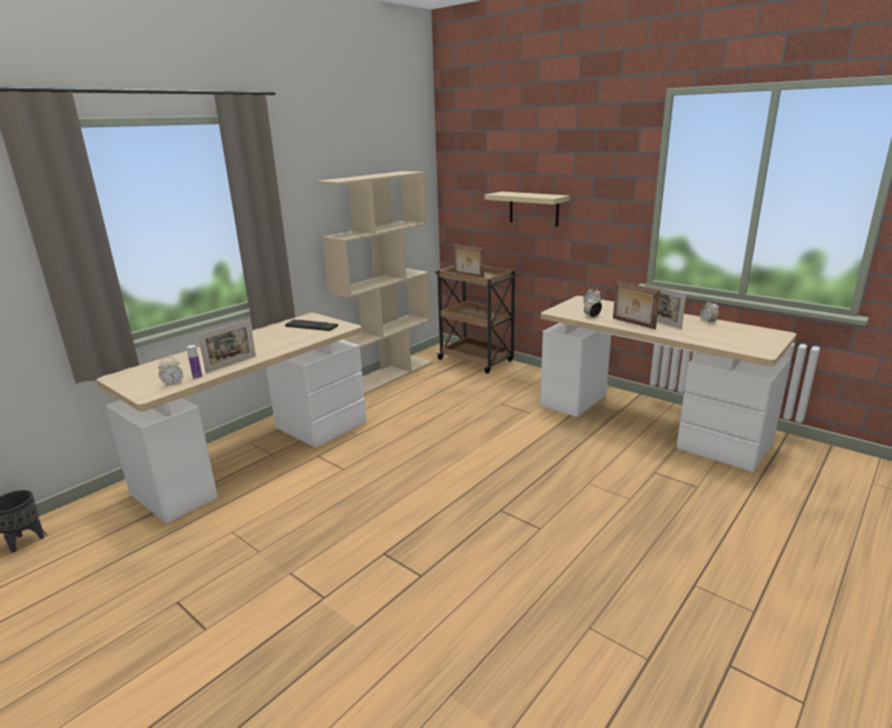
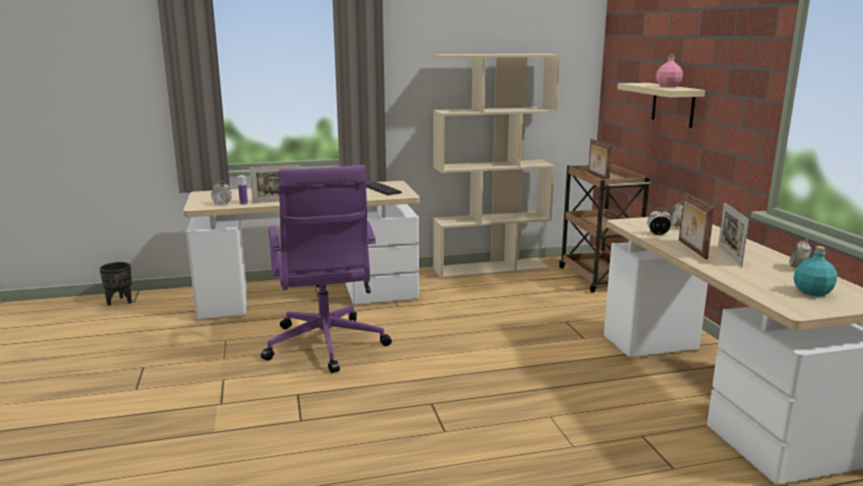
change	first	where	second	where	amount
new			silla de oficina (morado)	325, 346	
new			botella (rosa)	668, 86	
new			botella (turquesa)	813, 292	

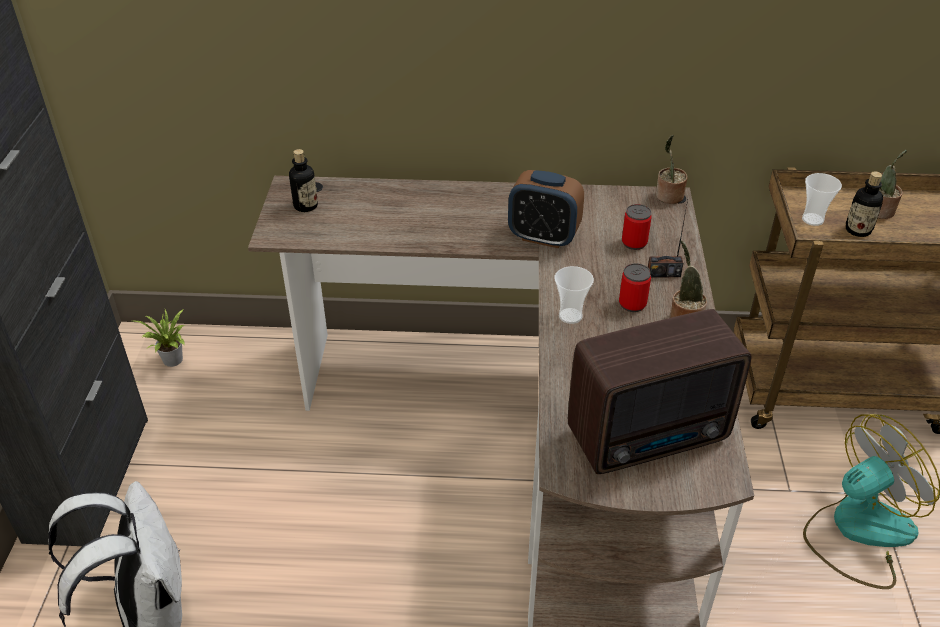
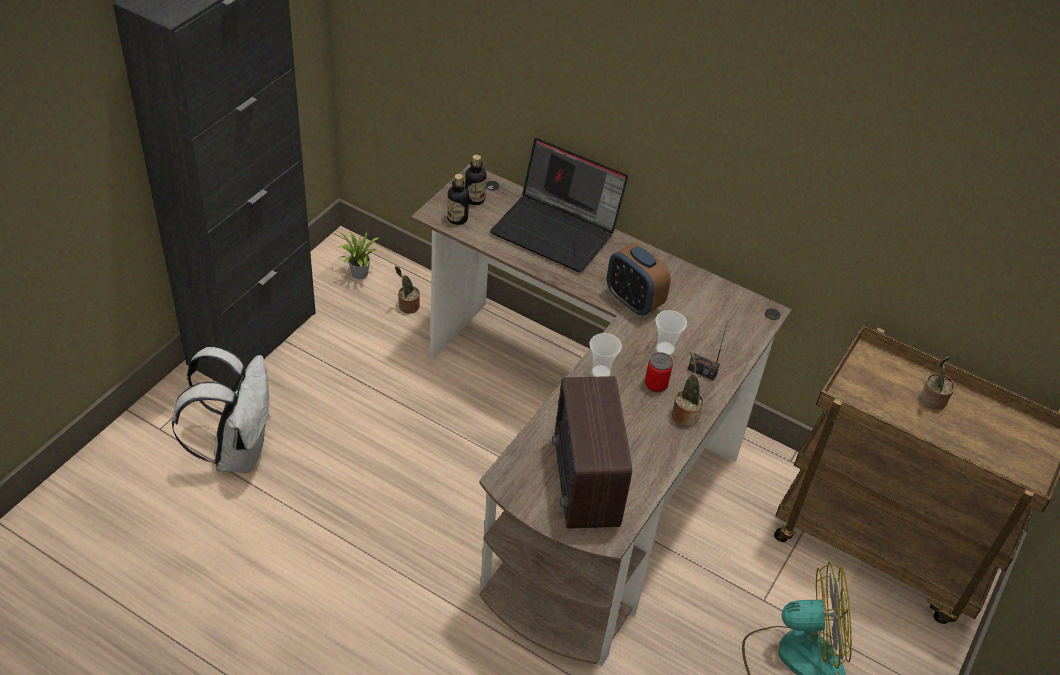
change	first	where	second	where	amount
rotated	radio	652, 437		584, 485	75 degrees clockwise
gone	lata	634, 243			
shifted	planta en maceta	668, 197		407, 306	
shifted	taza	812, 219		665, 349	
shifted	botella	858, 230		457, 218	
new			portátil	557, 230	

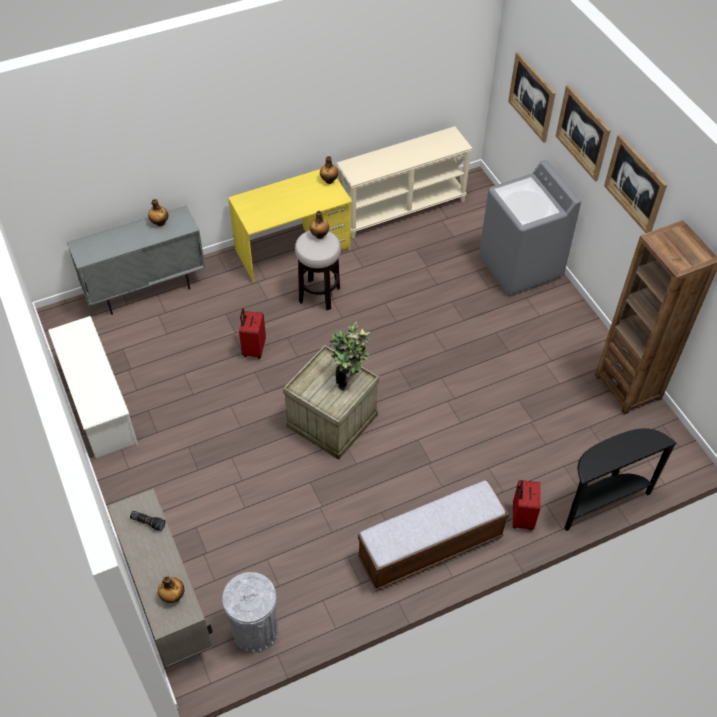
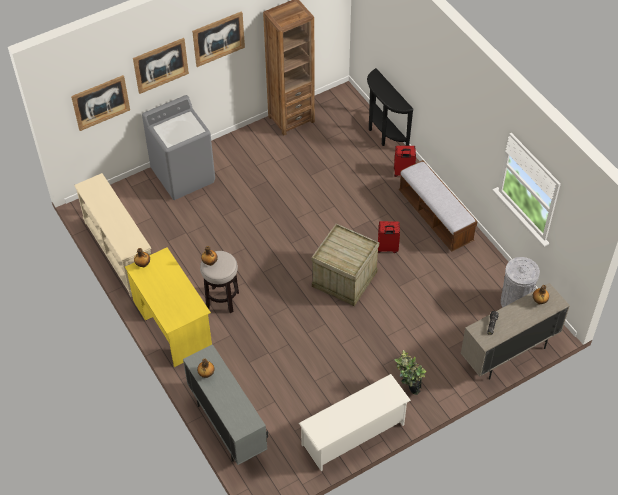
change	first	where	second	where	amount
shifted	maleta (rojo)	253, 349		387, 248	
shifted	planta en maceta	349, 379		408, 388	

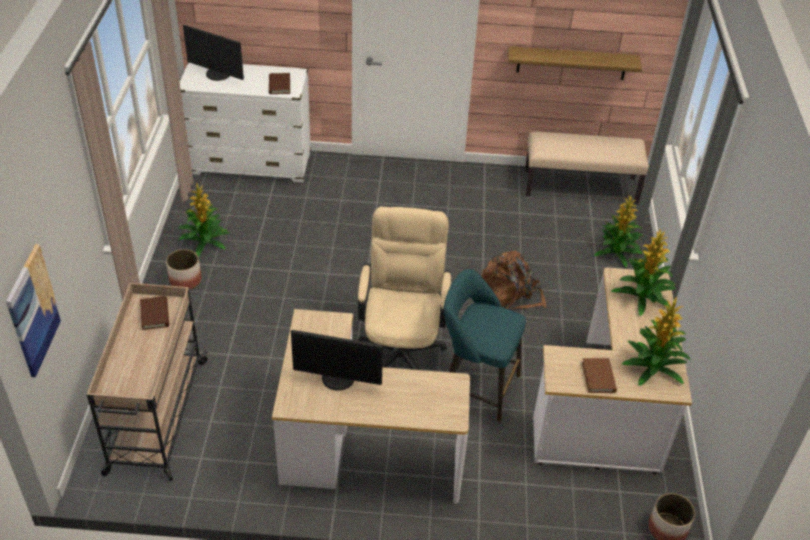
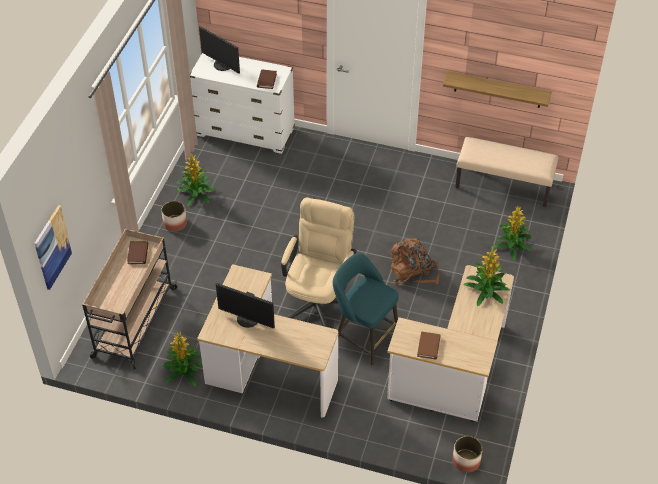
change	first	where	second	where	amount
shifted	planta en maceta	652, 366		184, 371	

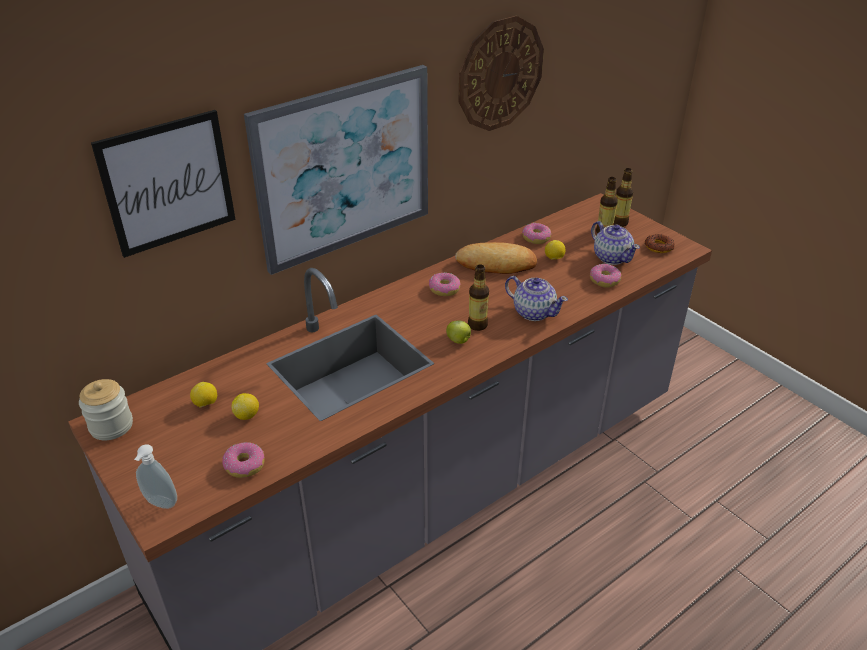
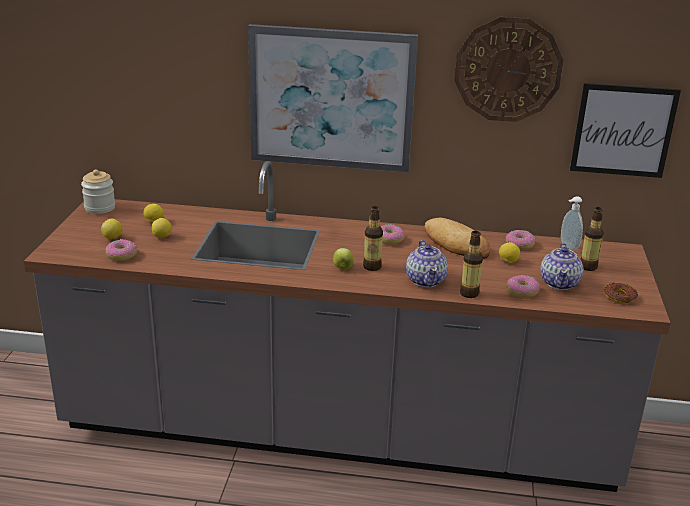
change	first	where	second	where	amount
shifted	cuadro	168, 183		623, 130	
shifted	dispensador de jabón	160, 504		567, 246	
shifted	botella	619, 223		469, 293	
new			limón	113, 237	

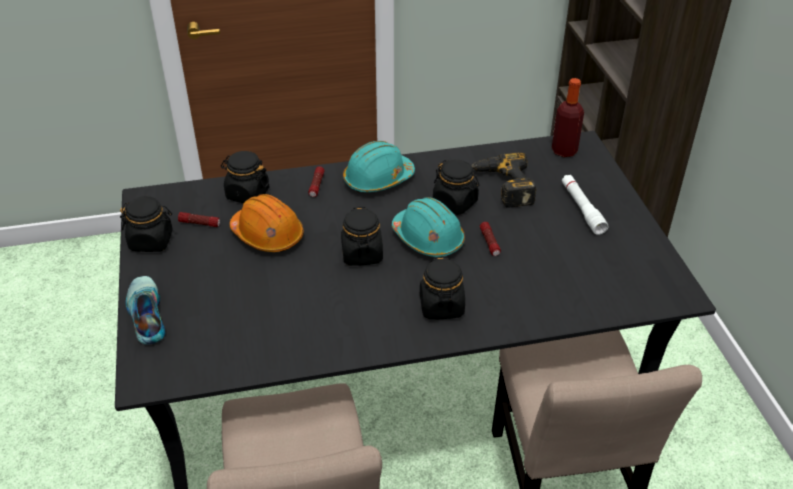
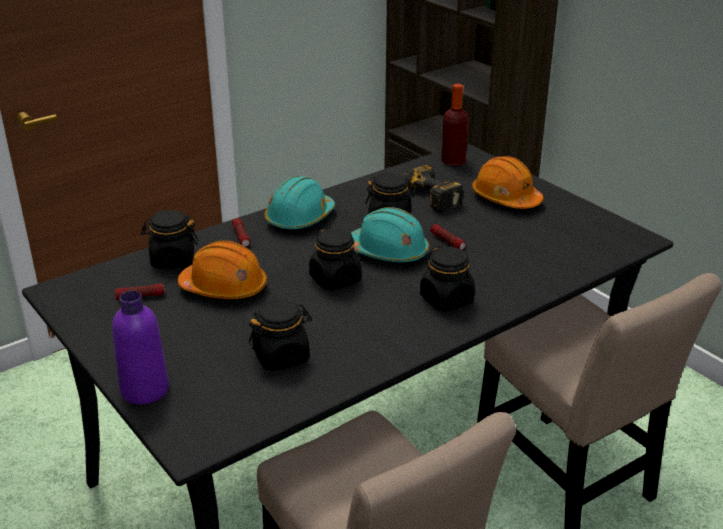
change	first	where	second	where	amount
shifted	tarro (negro)	151, 241		281, 356	
swapped	zapato	145, 315	botella (morado)	144, 390	
swapped	linterna (blanco)	582, 209	casco (naranja)	505, 198	

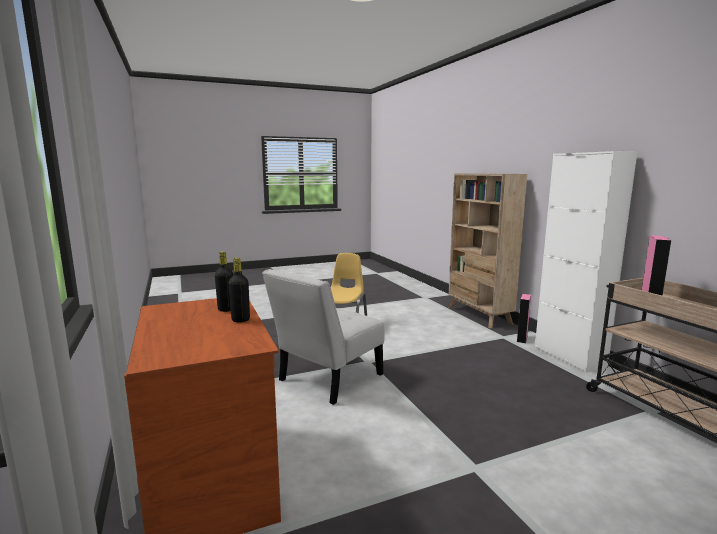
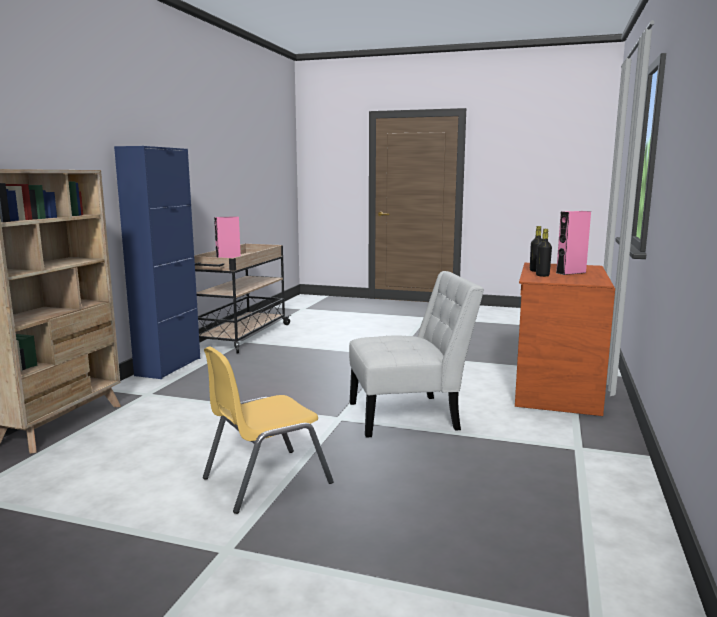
change	first	where	second	where	amount
shifted	altavoz (rosa)	522, 338		571, 273	
repainted	armario (blanco)	569, 356	armario (azul)	168, 367	

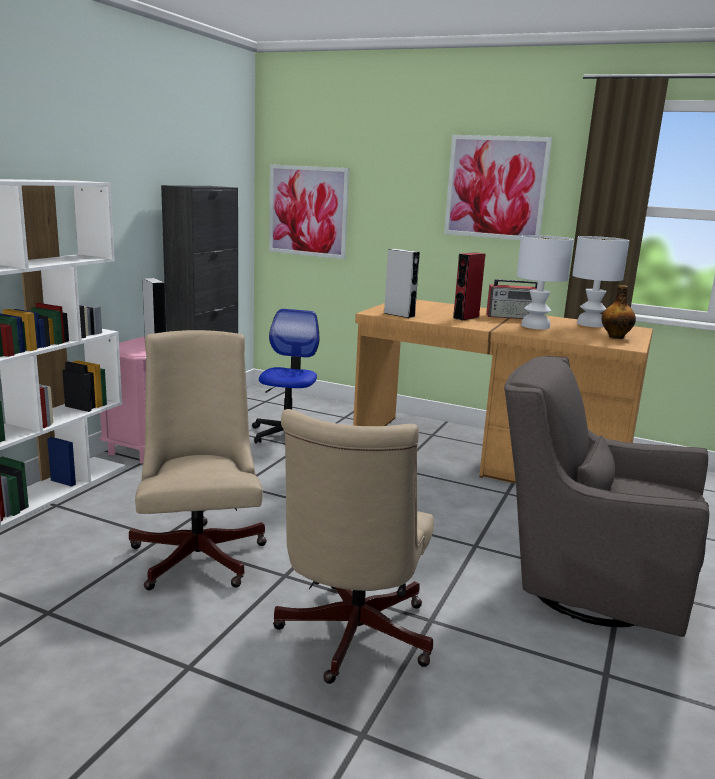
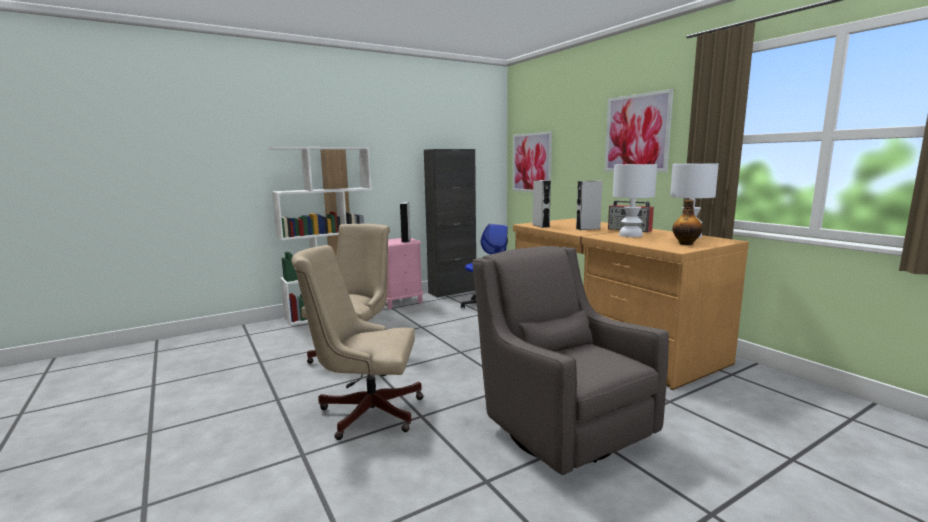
change	first	where	second	where	amount
rotated	silla de oficina (beis)	351, 639		365, 411	45 degrees clockwise
repainted	altavoz (rojo)	466, 317	altavoz (gris)	588, 229	

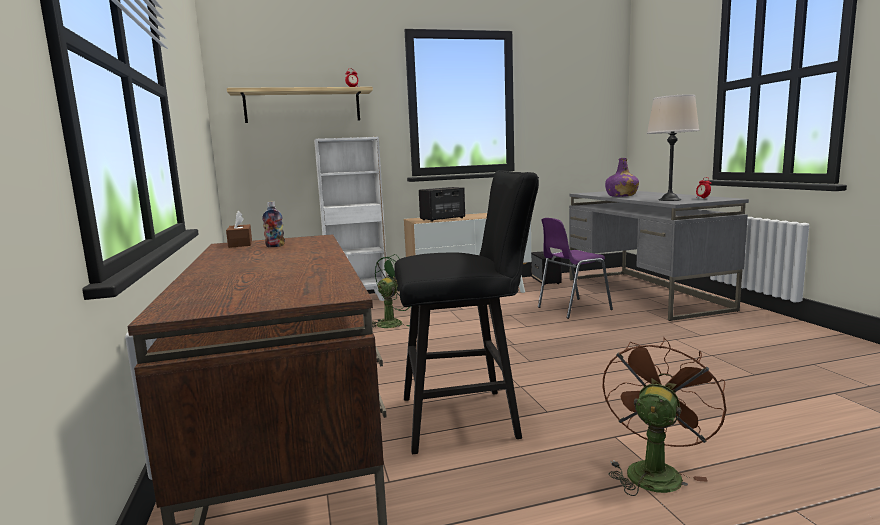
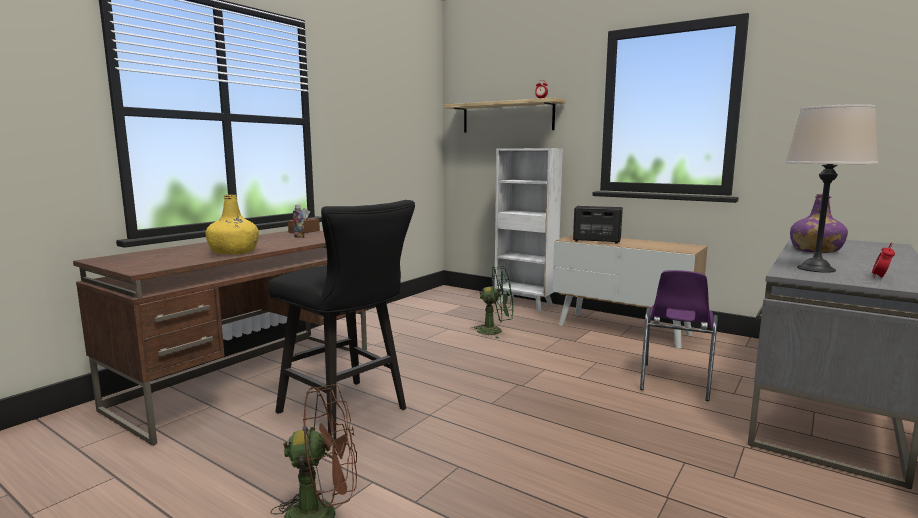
change	first	where	second	where	amount
gone	altavoz	546, 281			
rotated	silla (morado)	572, 308		674, 382	90 degrees counterclockwise
new			botella (amarillo)	234, 252	

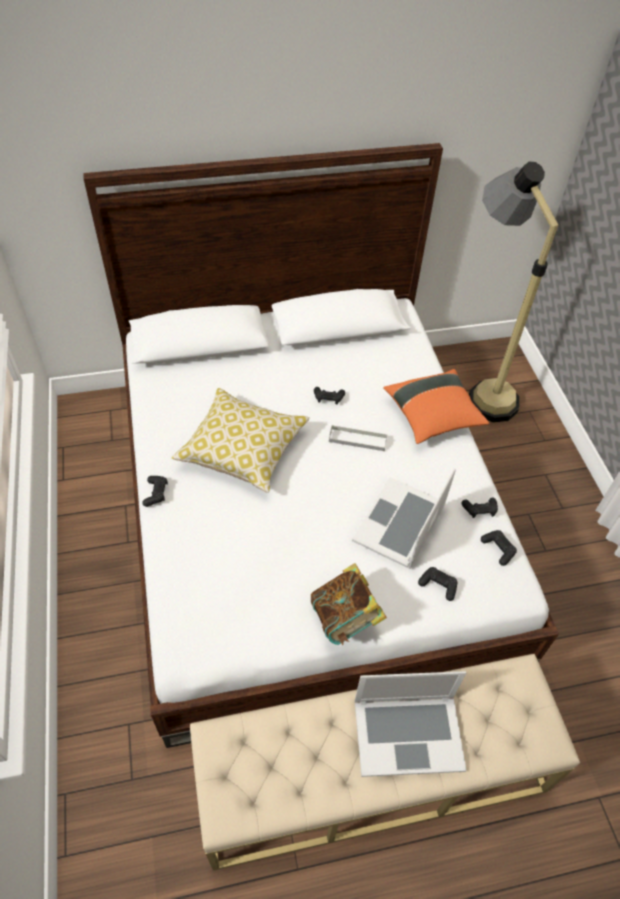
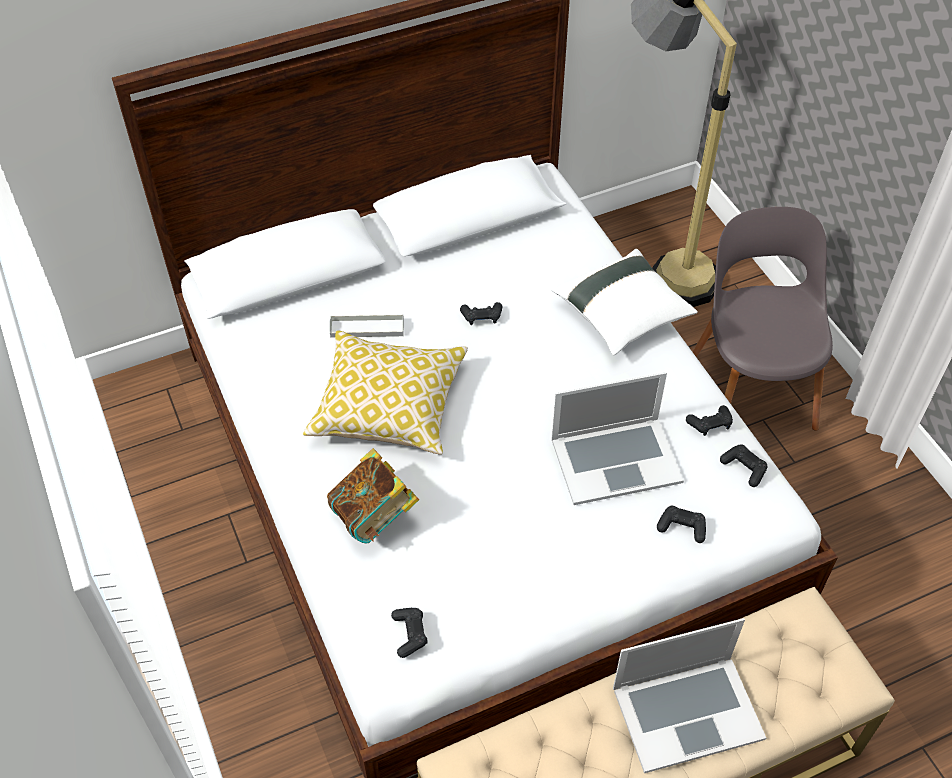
change	first	where	second	where	amount
shifted	mando de consola (negro)	156, 493		410, 634	
shifted	libro	345, 618		374, 516	
shifted	bandeja (gris)	357, 439		367, 328	
rotated	portátil	400, 522		615, 459	120 degrees counterclockwise
repainted	cojín (naranja)	433, 416	cojín (blanco)	622, 315	
new			silla (gris)	752, 385	

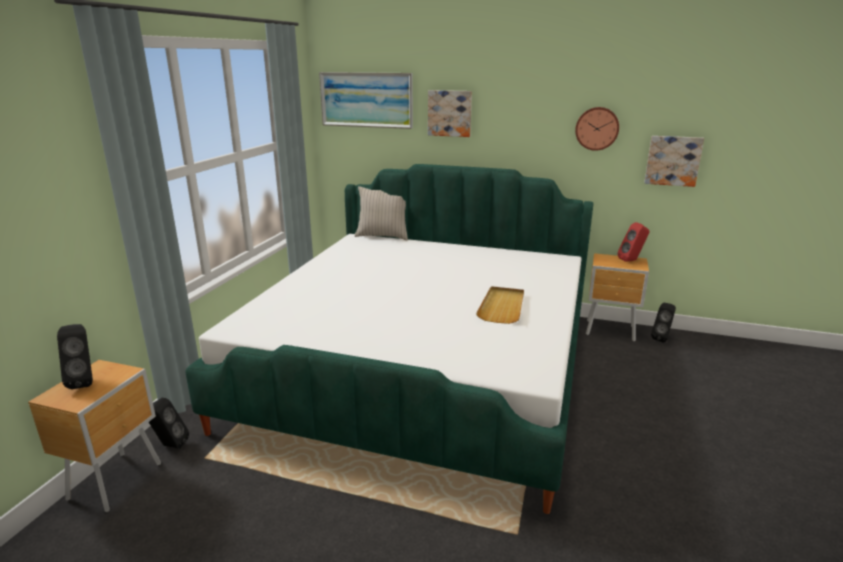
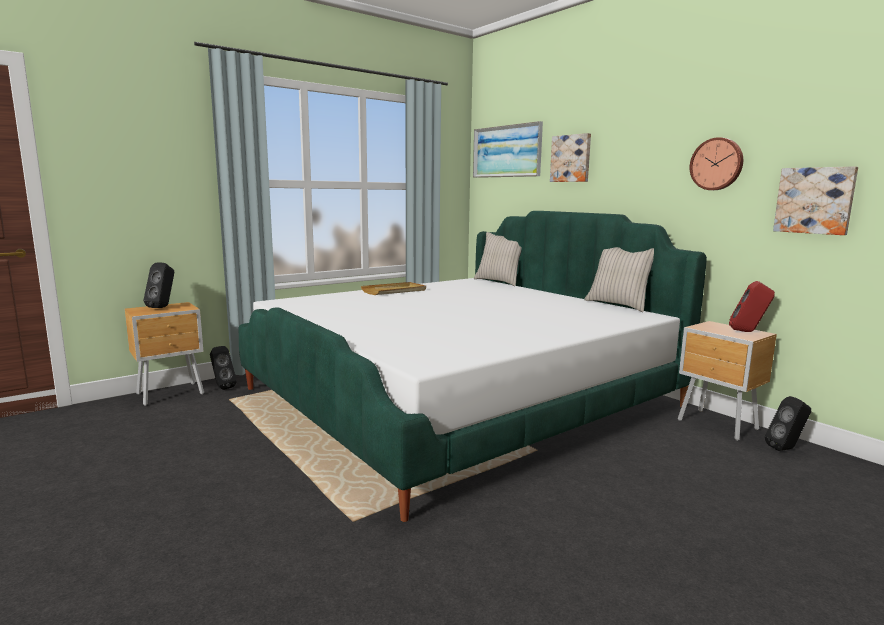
change	first	where	second	where	amount
shifted	bandeja (beis)	502, 307		394, 291	
new			cojín (beis)	618, 305	

